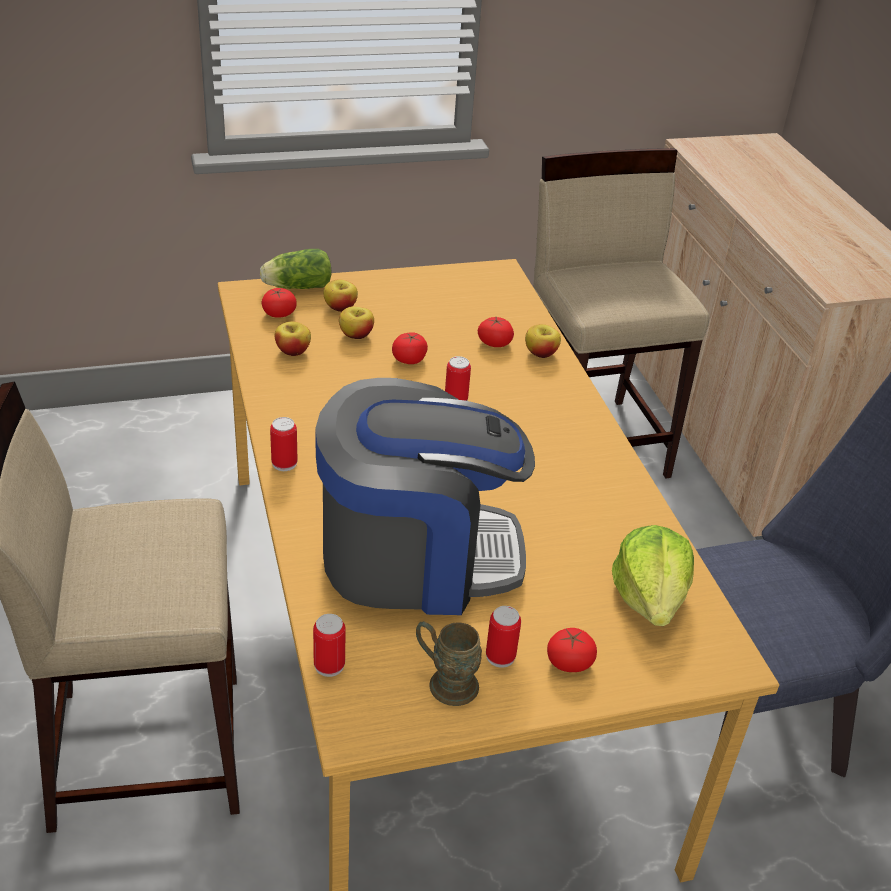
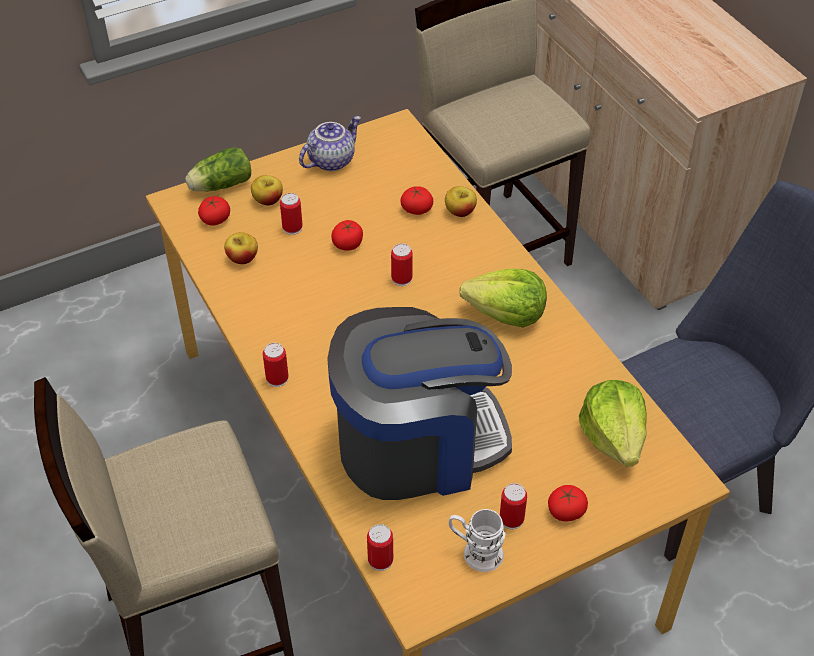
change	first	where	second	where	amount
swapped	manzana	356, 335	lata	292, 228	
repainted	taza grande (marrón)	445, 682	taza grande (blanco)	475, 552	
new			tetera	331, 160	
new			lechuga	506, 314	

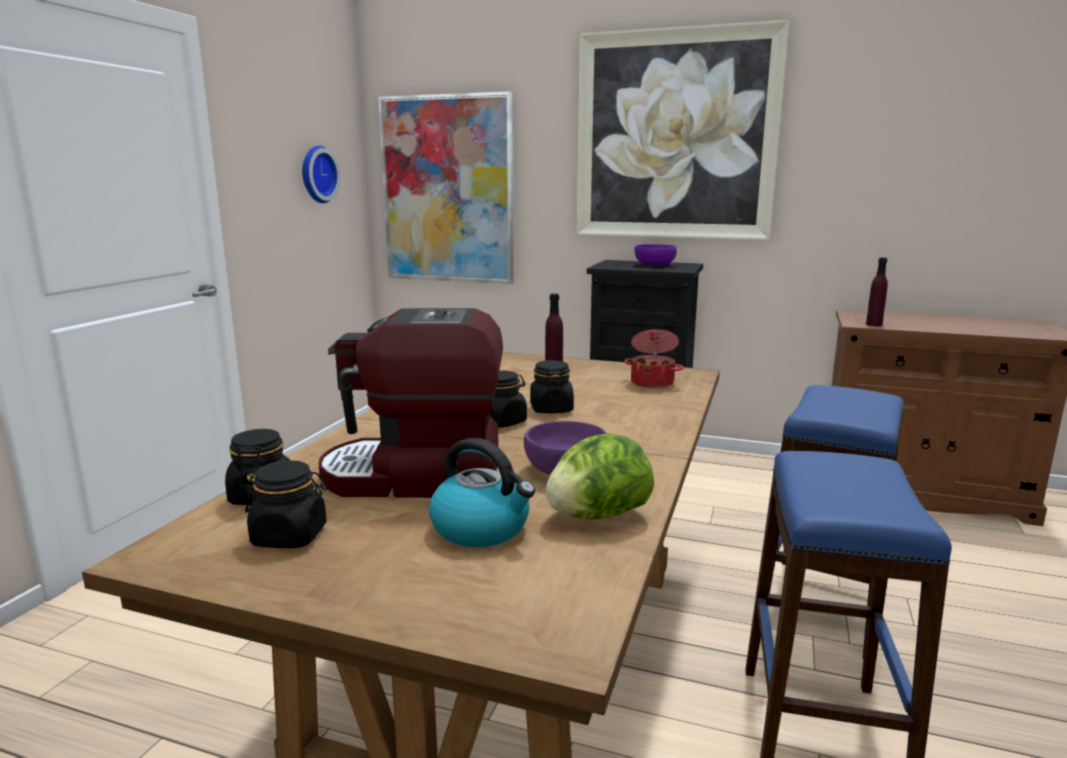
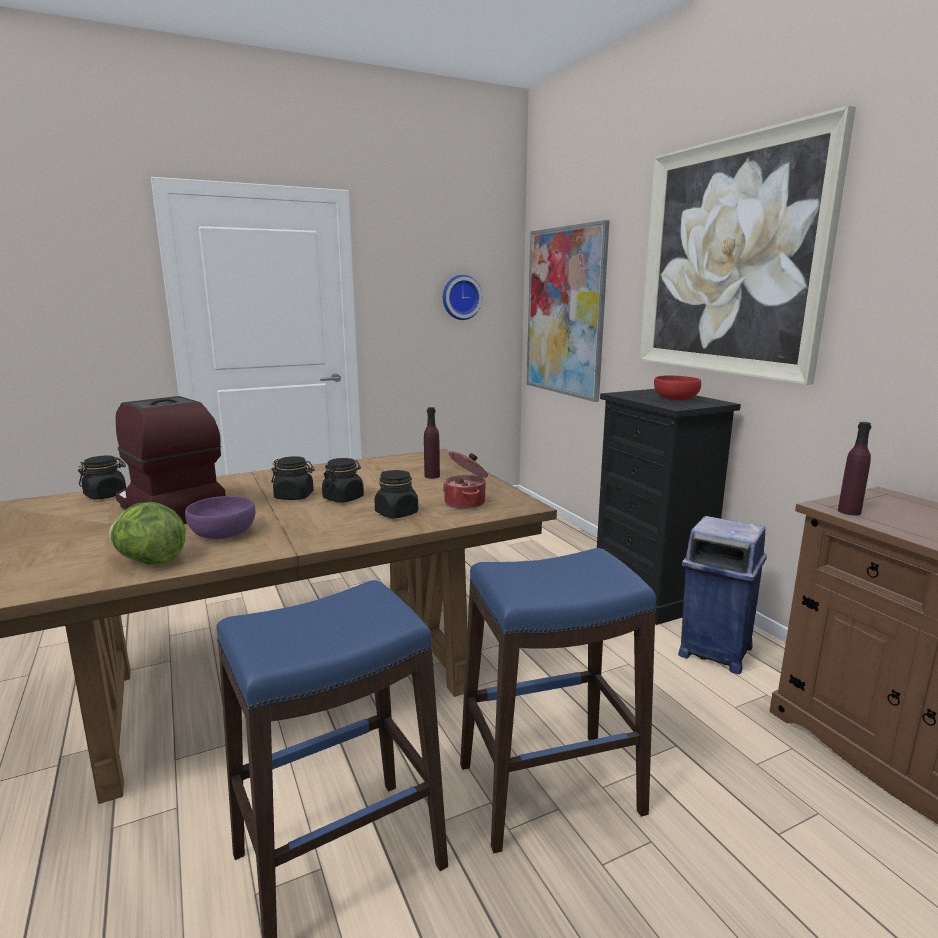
change	first	where	second	where	amount
shifted	tarro (negro)	290, 536		397, 513	
gone	hervidor	482, 529			
repainted	cuenco (morado)	654, 265	cuenco (rojo)	675, 399	
new			papelera (azul)	713, 651	

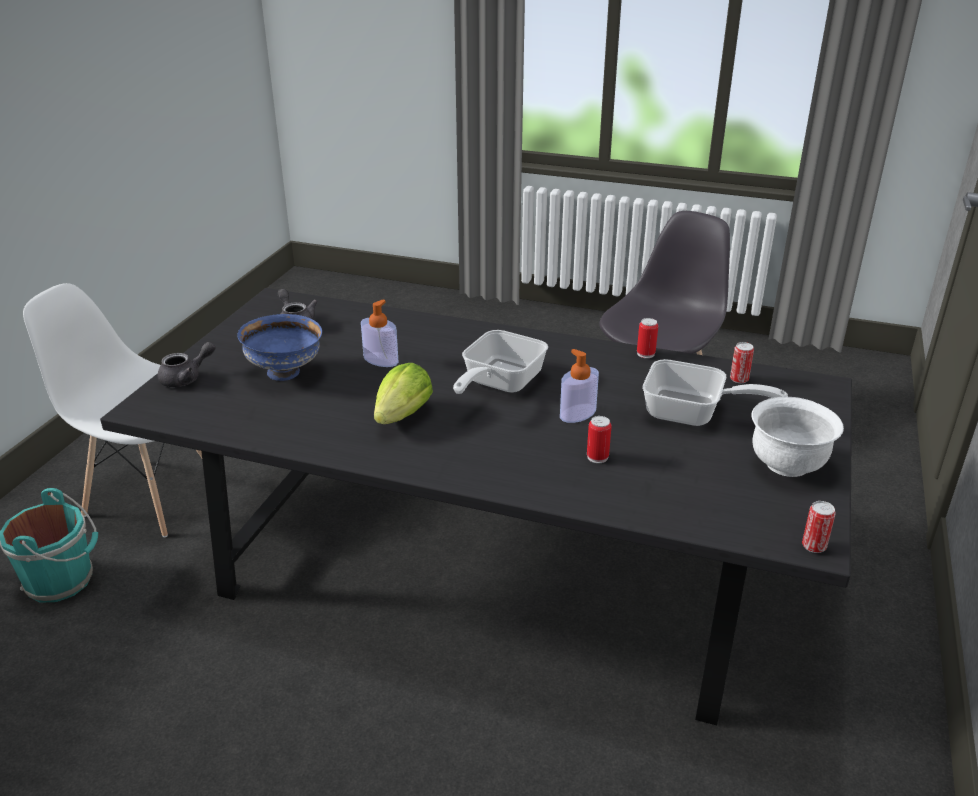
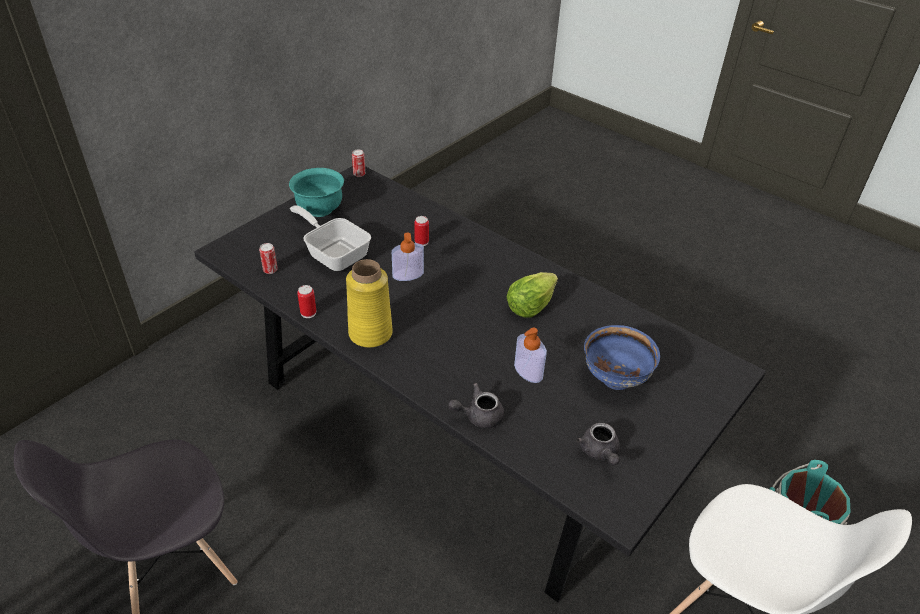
change	first	where	second	where	amount
shifted	tetera (gris)	186, 378		478, 416	
gone	sartén	498, 384			
repainted	cuenco (blanco)	787, 465	cuenco (turquesa)	319, 209	
new			florero (amarillo)	370, 334	

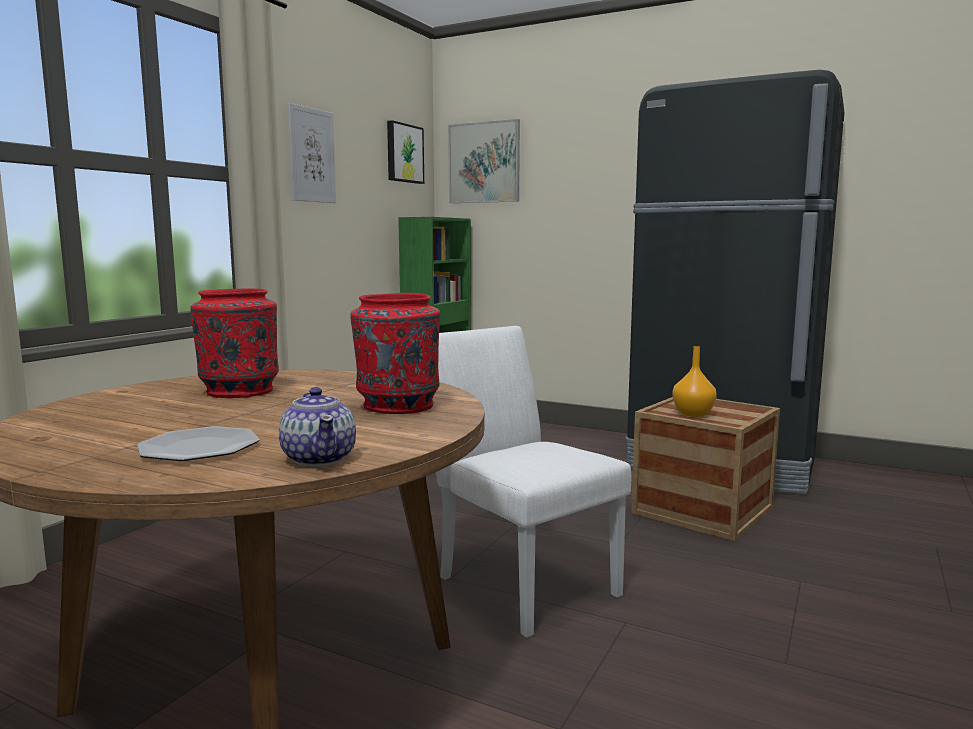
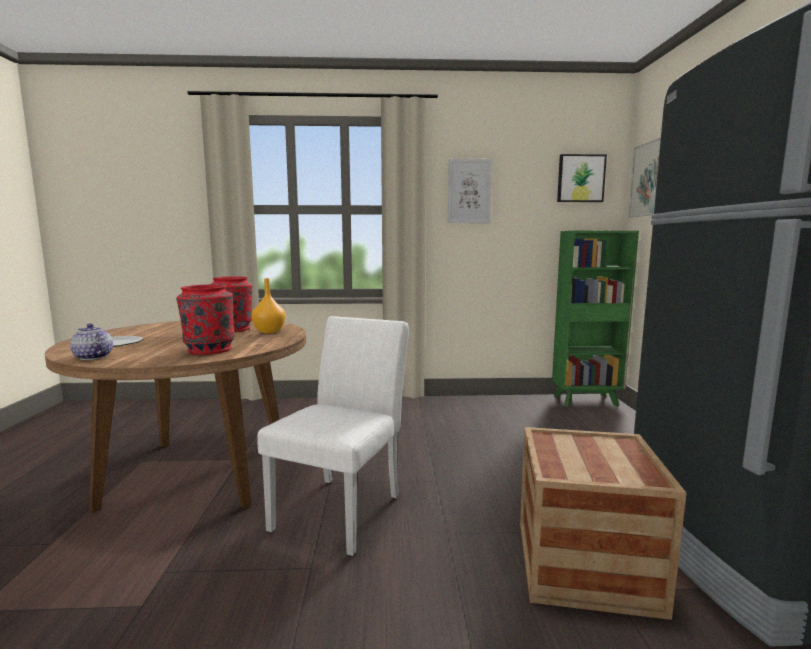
change	first	where	second	where	amount
rotated	tetera	319, 458		93, 357	90 degrees clockwise
shifted	florero (naranja)	692, 414		269, 331	

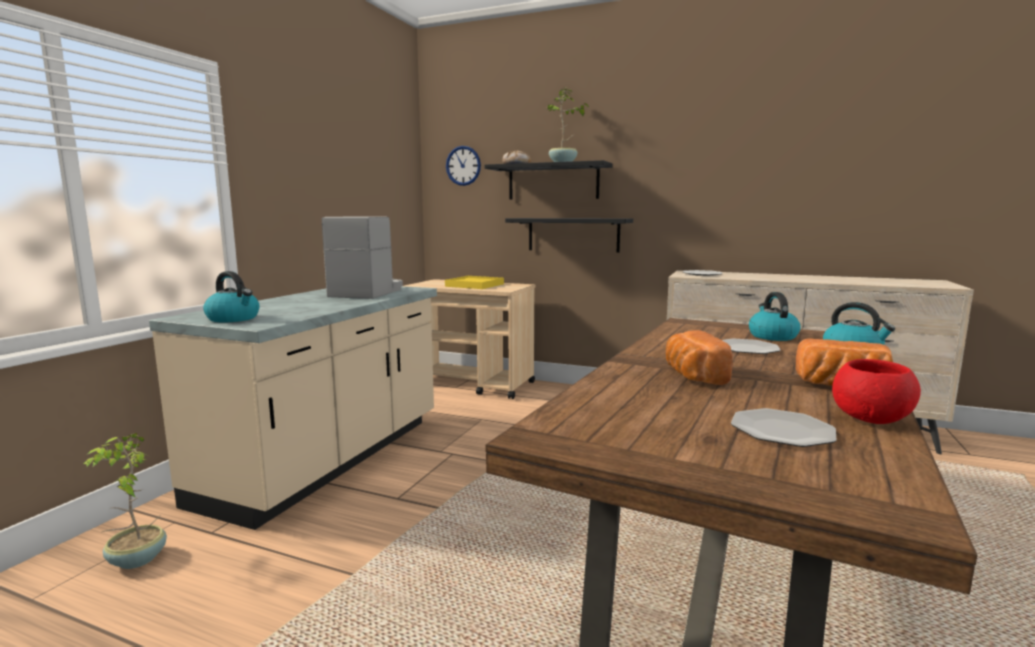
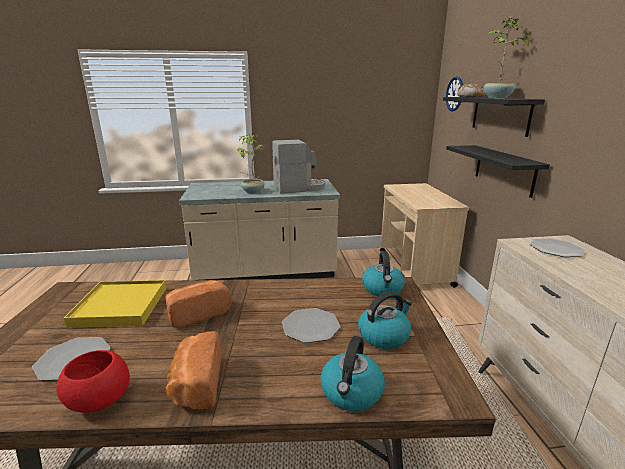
change	first	where	second	where	amount
shifted	planta en maceta	136, 560		252, 191	
shifted	hervidor	234, 318		383, 289	
shifted	bandeja (amarillo)	474, 285		120, 306	

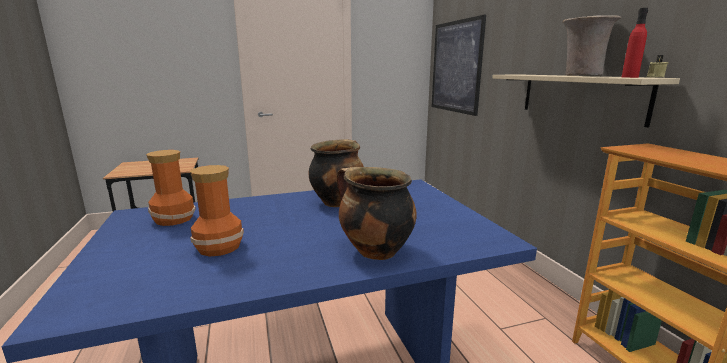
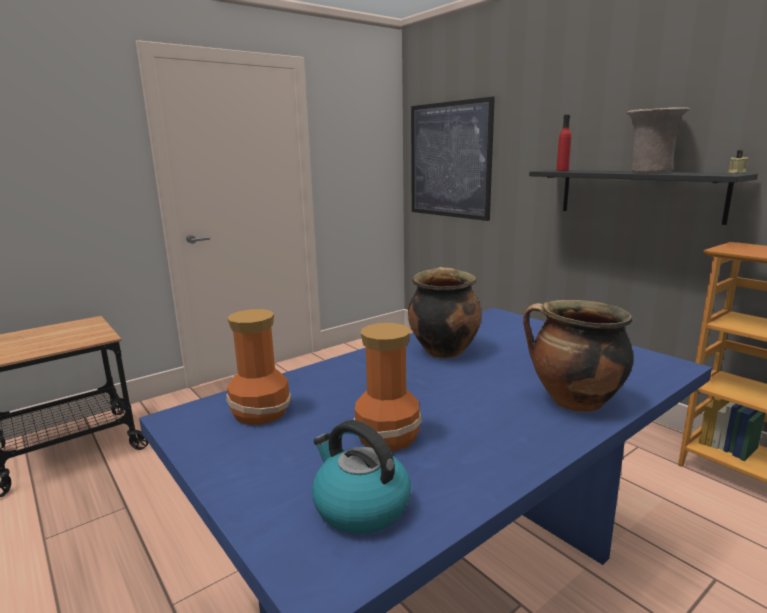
change	first	where	second	where	amount
repainted	estante (beis)	579, 96	estante (negro)	638, 194	
shifted	botella (rojo)	629, 77		562, 170	
new			hervidor	360, 506	

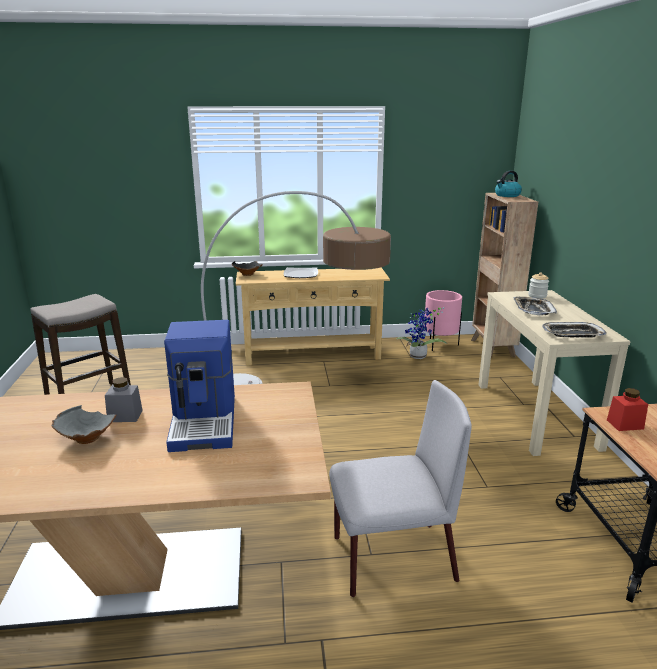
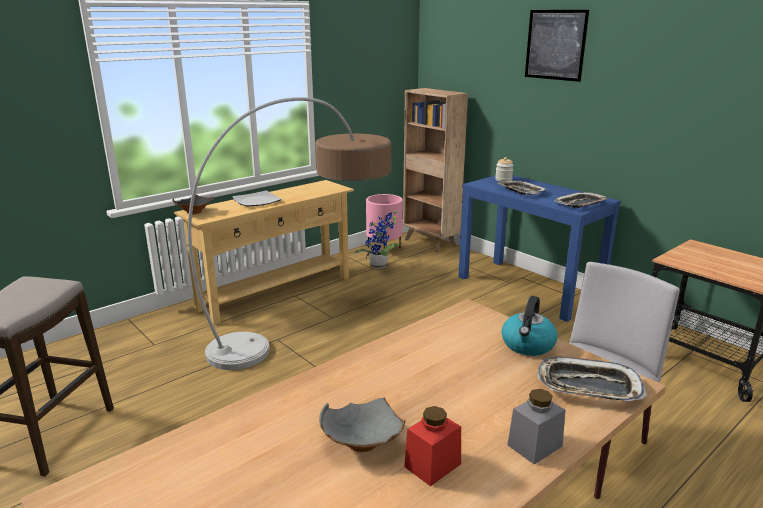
change	first	where	second	where	amount
shifted	tarro (gris)	125, 416		534, 445	
gone	cafetera	205, 421			
repainted	mesa consola (beis)	536, 415	mesa consola (azul)	528, 288	
shifted	hervidor	507, 195		528, 345	
shifted	tarro (rojo)	625, 424		432, 465	
new			cuadro	555, 45	
new			bandeja	588, 386	

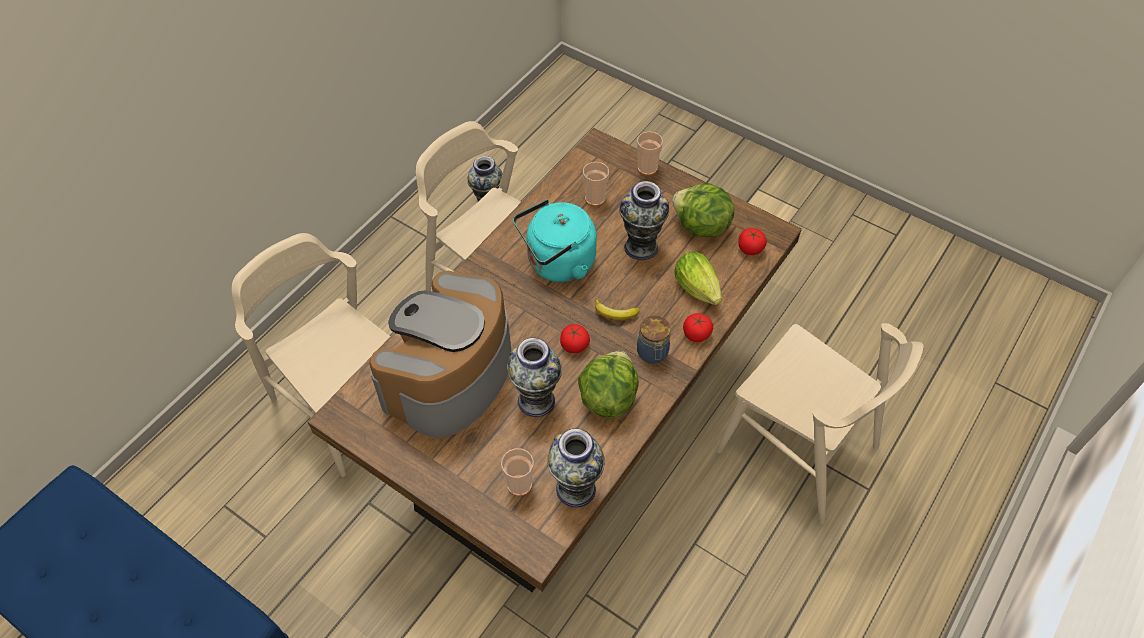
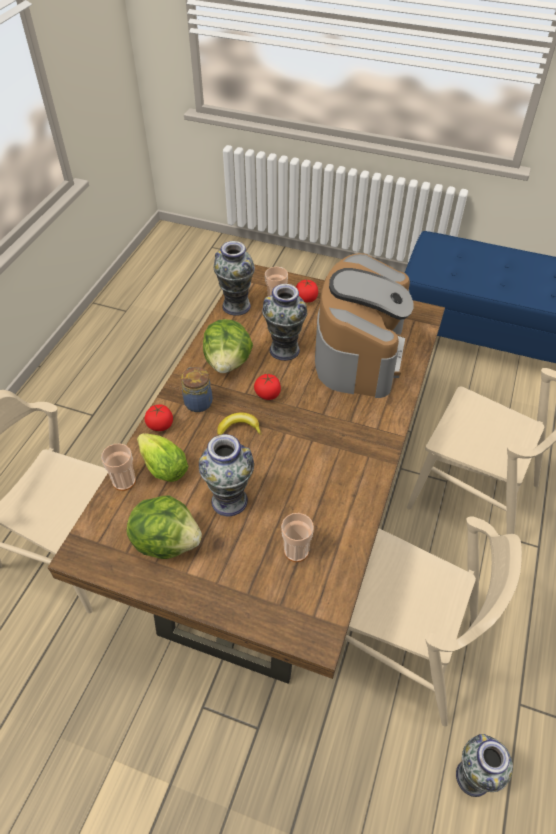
change	first	where	second	where	amount
gone	hervidor (turquesa)	557, 264			
shifted	taza	647, 168		124, 481	
shifted	tomate	750, 249		306, 298	

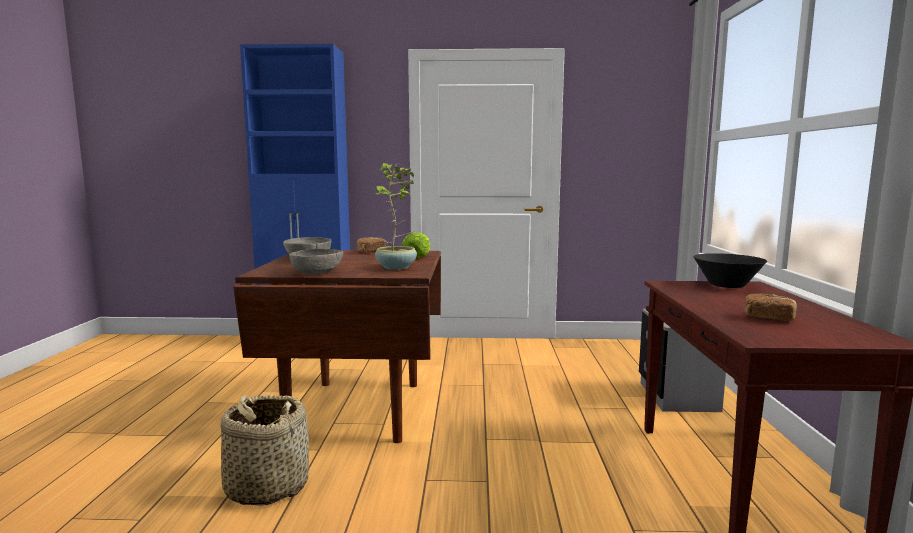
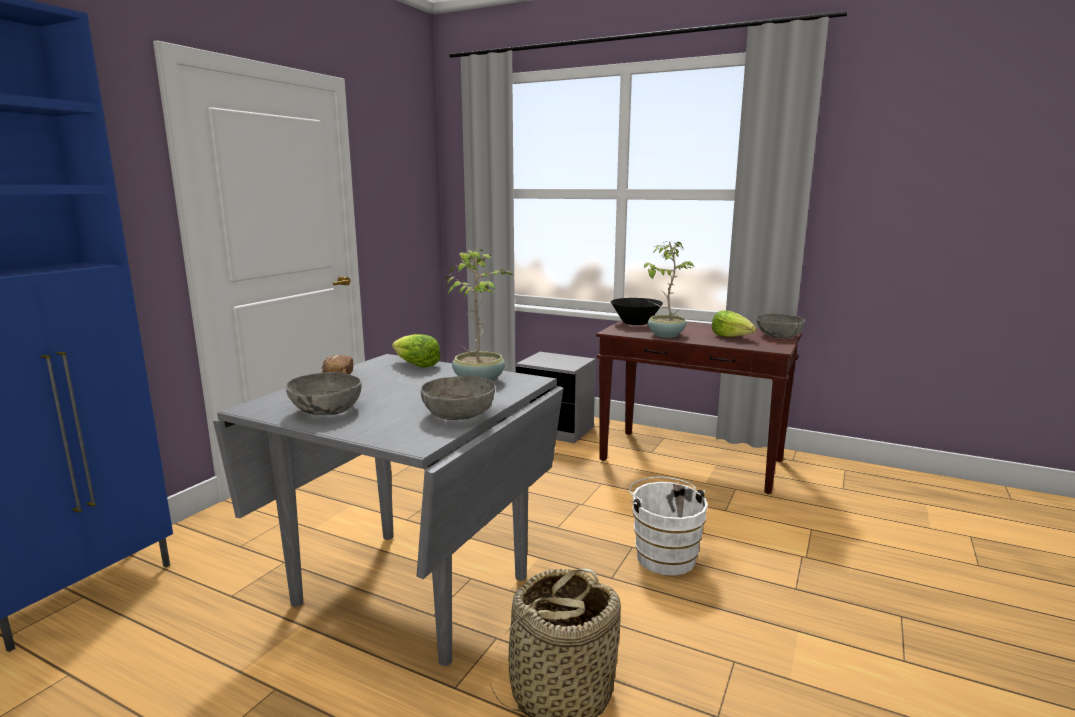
change	first	where	second	where	amount
repainted	mesa de comedor (marrón)	356, 409	mesa de comedor (gris)	411, 591	
swapped	pan	768, 318	lechuga	732, 337	
new			cubo (blanco)	664, 555	
new			planta en maceta	665, 335	
new			cuenco (gris)	778, 336	

